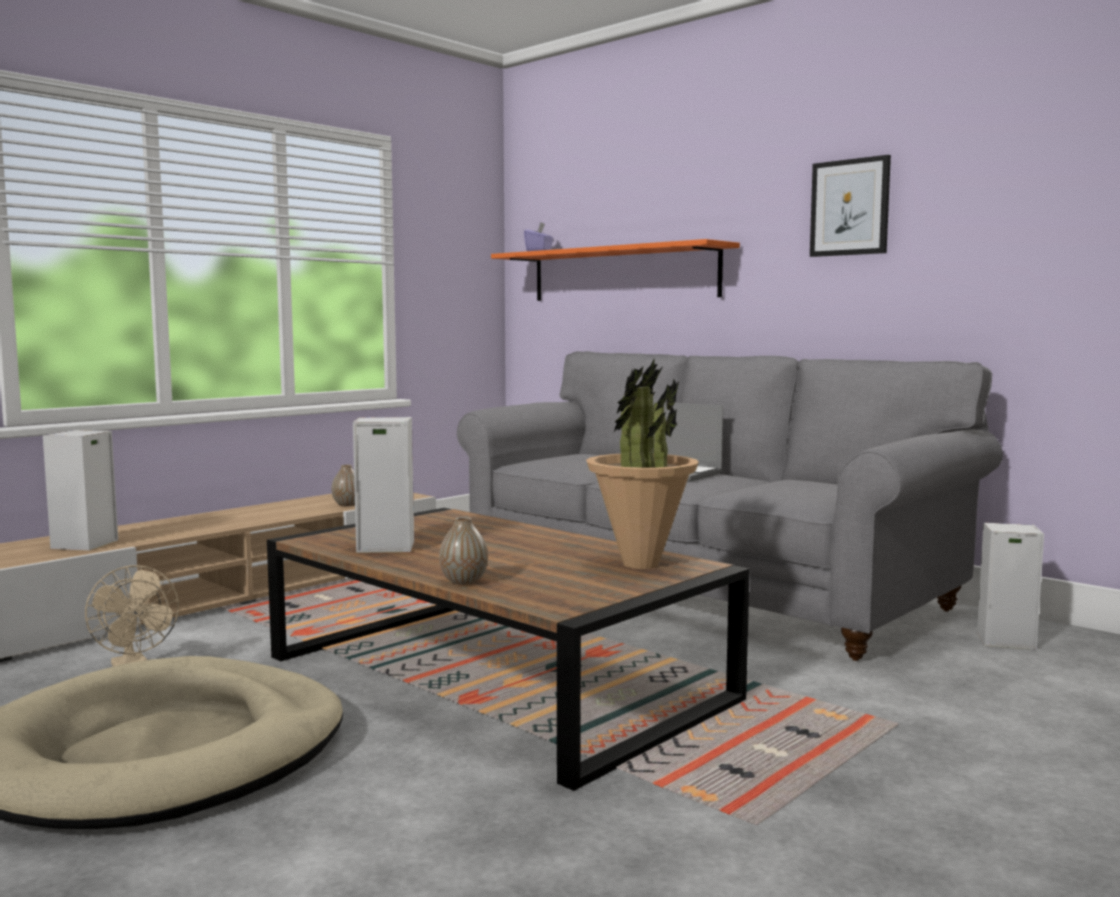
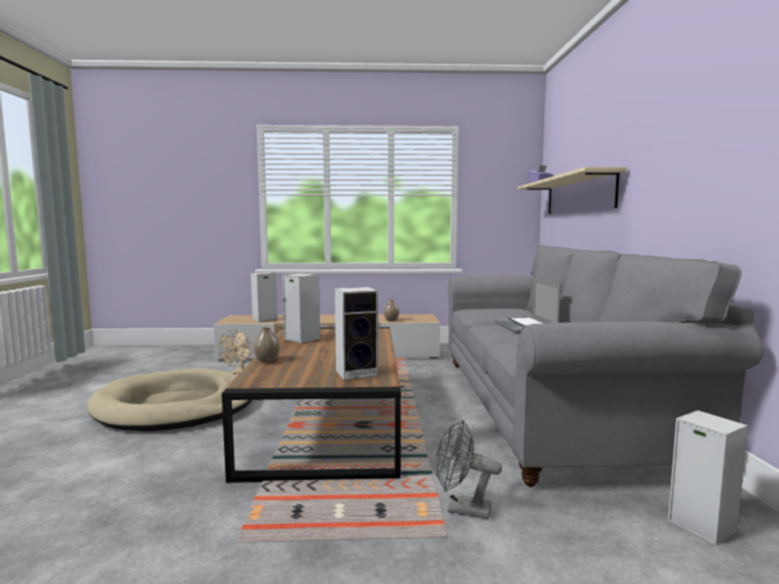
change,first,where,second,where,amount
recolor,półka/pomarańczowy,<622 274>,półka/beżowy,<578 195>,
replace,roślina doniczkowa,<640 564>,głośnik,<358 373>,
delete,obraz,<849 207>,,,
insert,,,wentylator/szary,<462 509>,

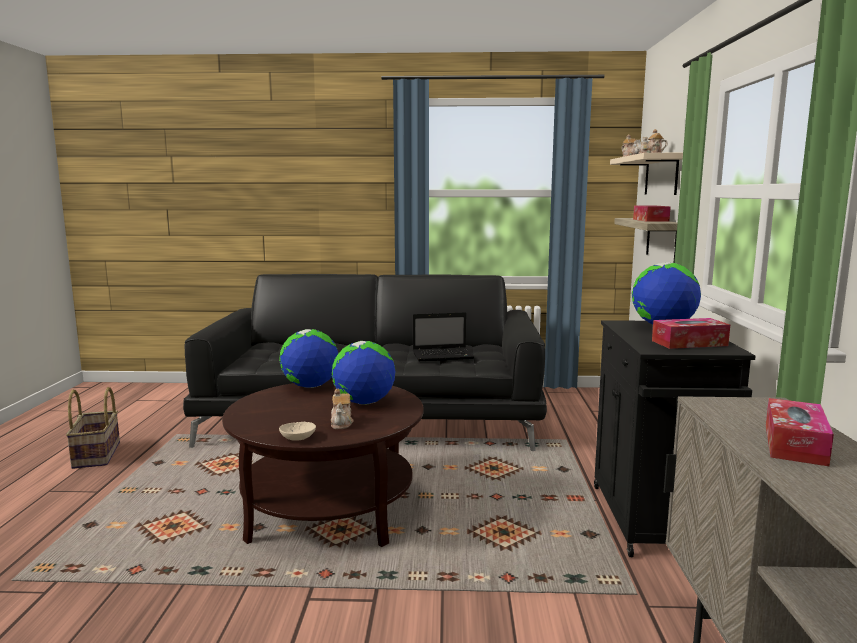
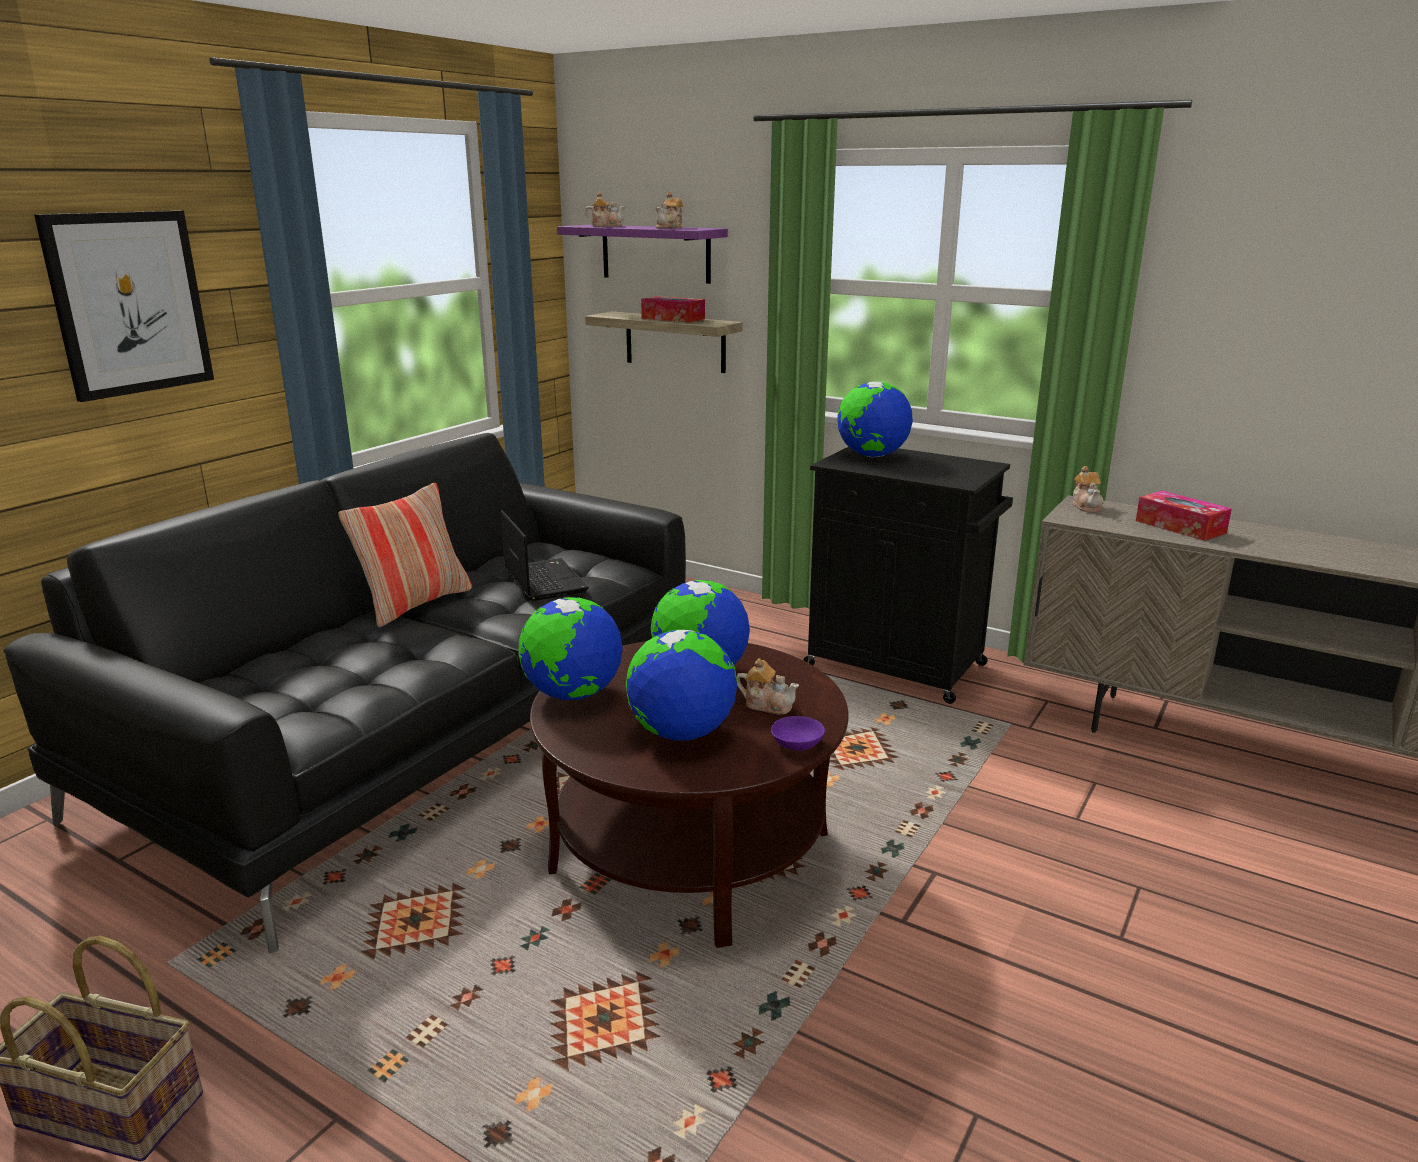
change,first,where,second,where,amount
recolor,miska/beżowy,<297 438>,miska/fioletowy,<798 745>,
rotate,laptop,<444 355>,,<543 580>,45 degrees counterclockwise
recolor,półka/beżowy,<661 175>,półka/fioletowy,<655 253>,
delete,pudełko chusteczek,<689 343>,,,
insert,,,obraz,<129 303>,
insert,,,poduszka,<415 604>,
insert,,,globus,<682 733>,
insert,,,imbryk,<1086 506>,

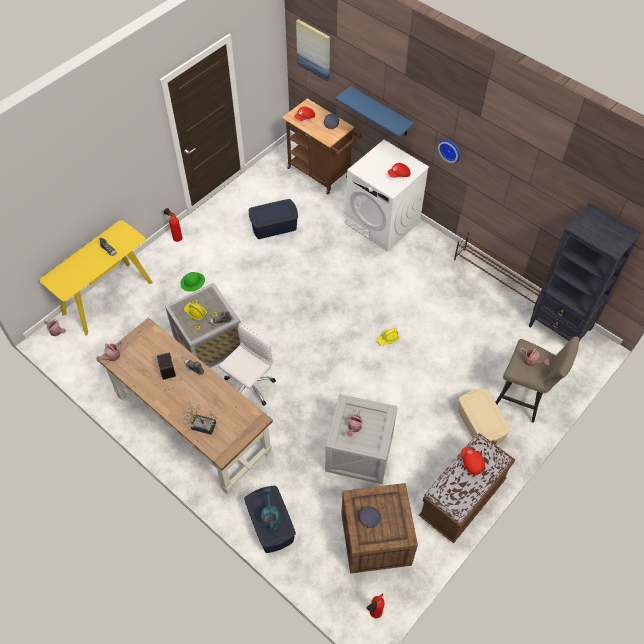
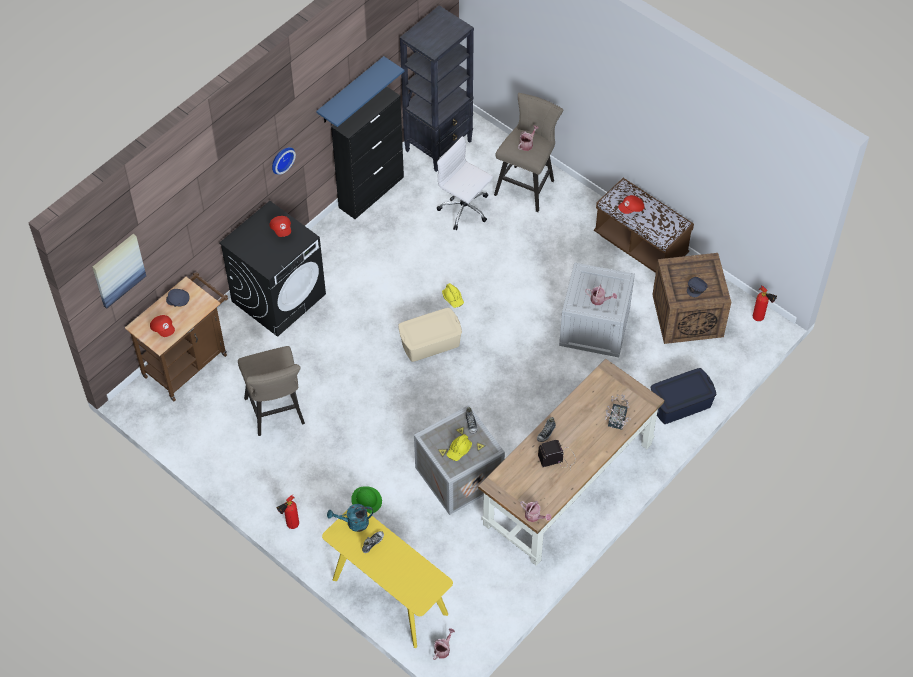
change,first,where,second,where,amount
move,krzesło biurowe/biały,<249 387>,,<465 209>,
replace,pojemnik do przechowywania/niebieski,<274 226>,stołek/beżowy,<277 414>,
move,konewka/turkusowy,<270 518>,,<353 523>,
move,półka/niebieski,<381 112>,,<351 91>,
recolor,pralka/biały,<383 223>,pralka/czarny,<279 297>,
replace,regał na buty/brązowy,<498 279>,szafka/czarny,<371 192>,
move,pojemnik do przechowywania/beżowy,<480 424>,,<430 342>,

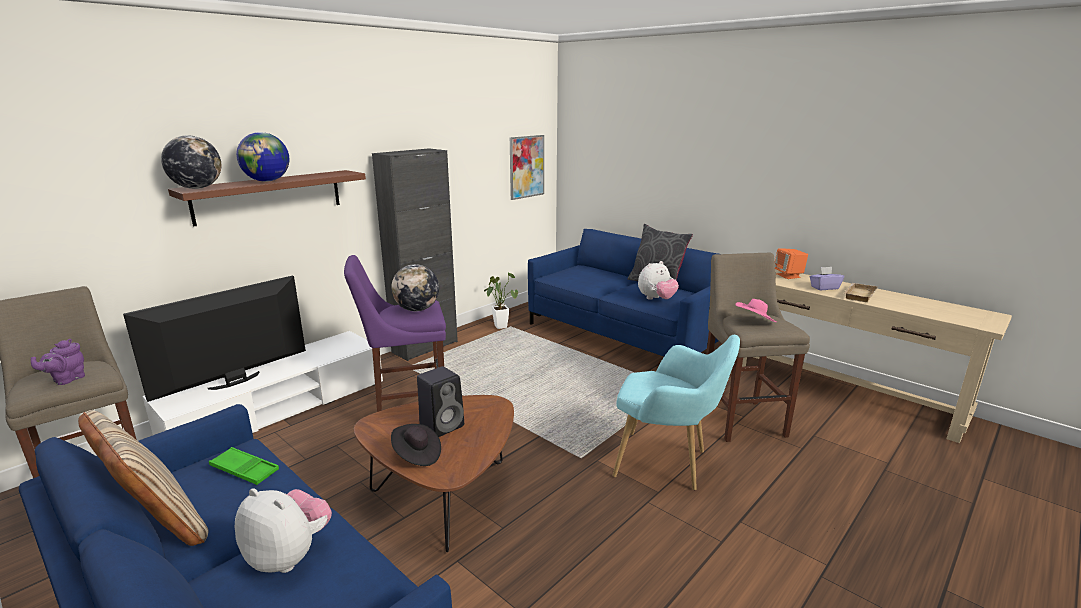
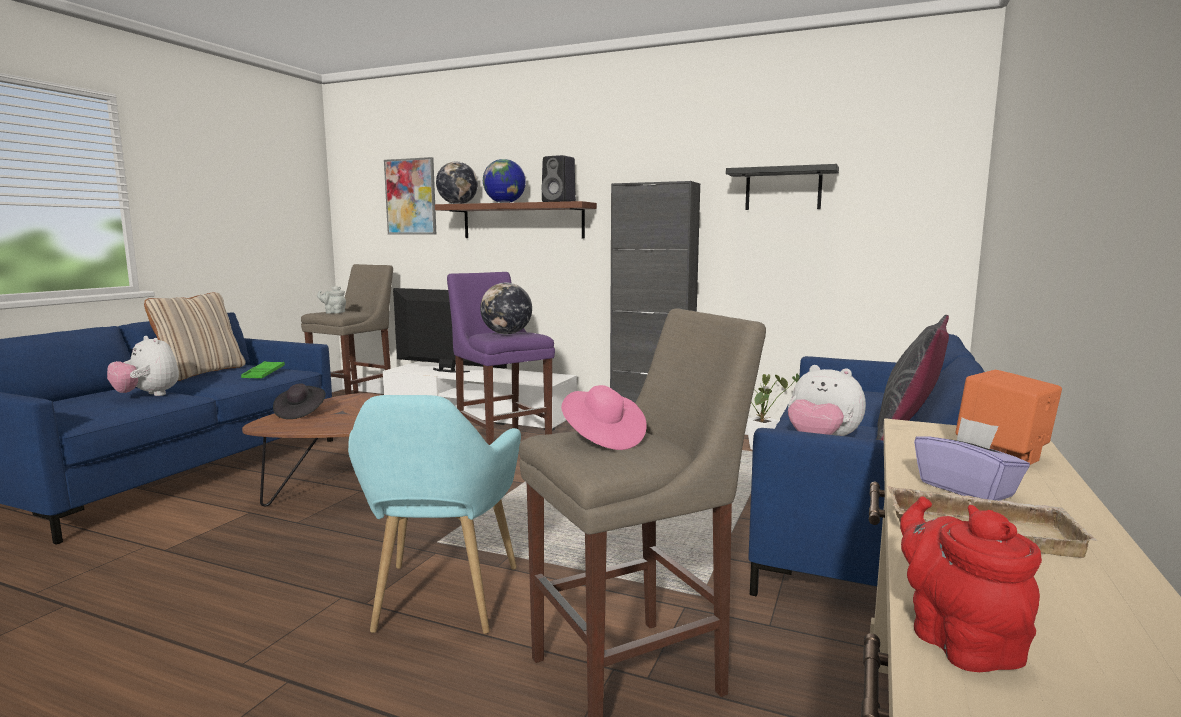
change,first,where,second,where,amount
recolor,imbryk/fioletowy,<67 380>,imbryk/szary,<333 312>,
rotate,pluszak,<289 556>,,<148 395>,120 degrees clockwise
move,głośnik/czarny,<443 425>,,<560 202>,
move,obraz,<526 167>,,<411 197>,
insert,,,półka/czarny,<783 189>,
insert,,,imbryk/czerwony,<958 641>,

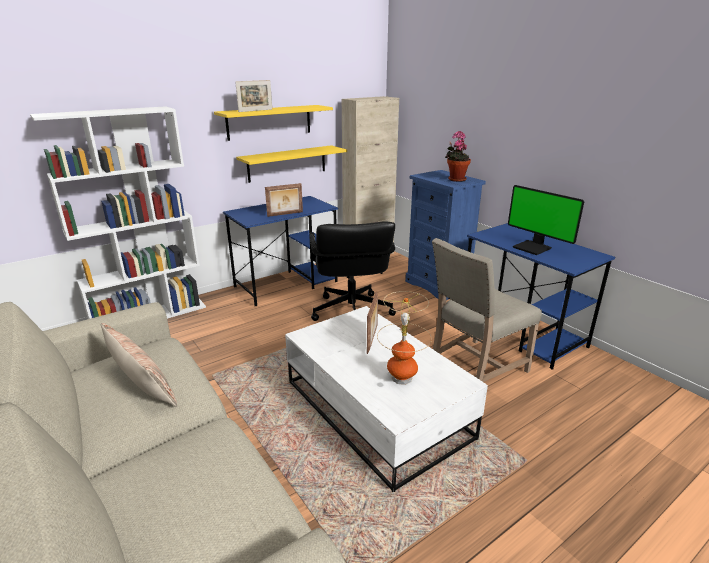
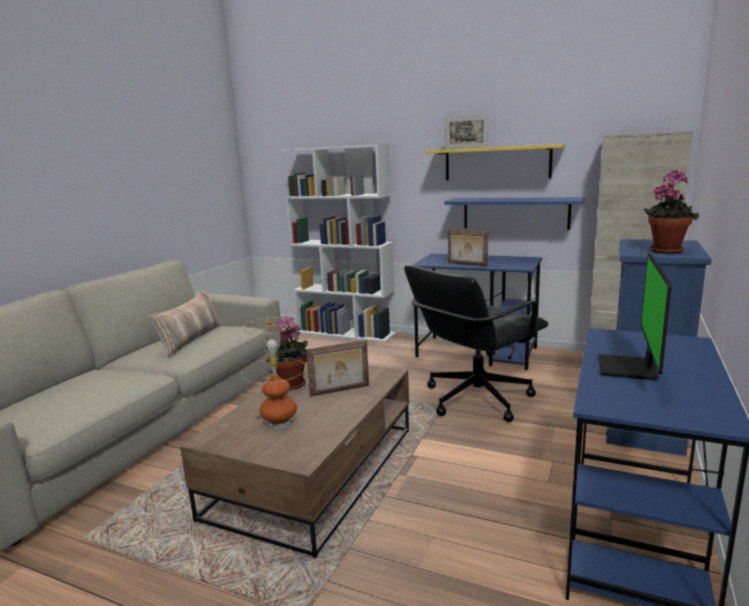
change,first,where,second,where,amount
recolor,półka/żółty,<287 163>,półka/niebieski,<515 213>,
recolor,ława/biały,<375 409>,ława/brązowy,<315 471>,
delete,krzesło/beżowy,<474 369>,,,
insert,,,roślina doniczkowa,<292 386>,

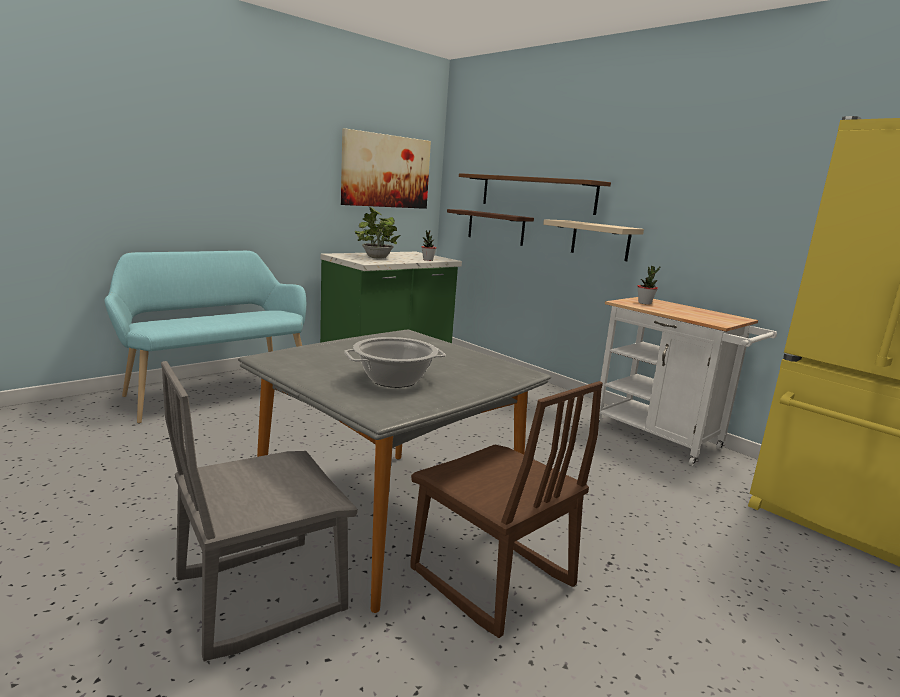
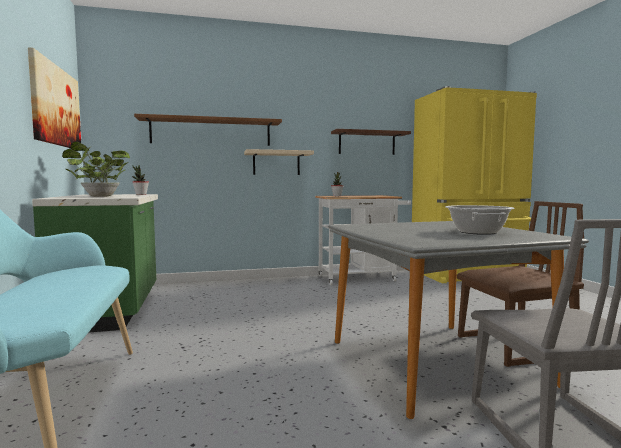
change,first,where,second,where,amount
move,półka/brązowy,<495 227>,,<367 143>,

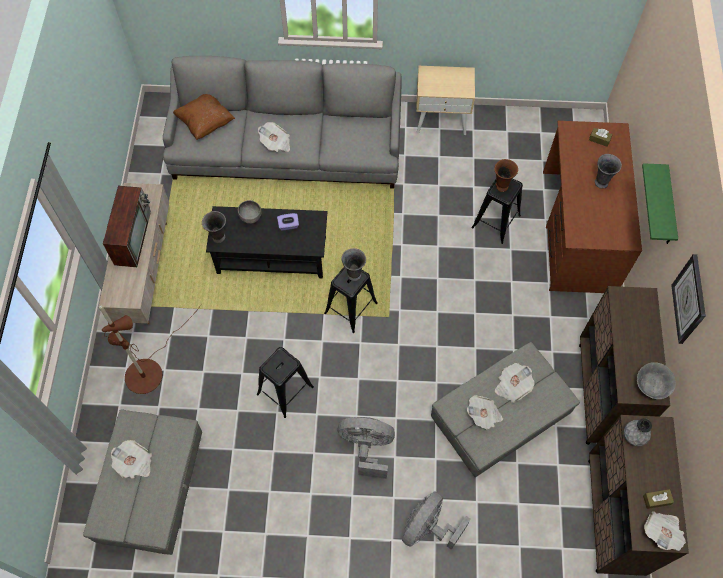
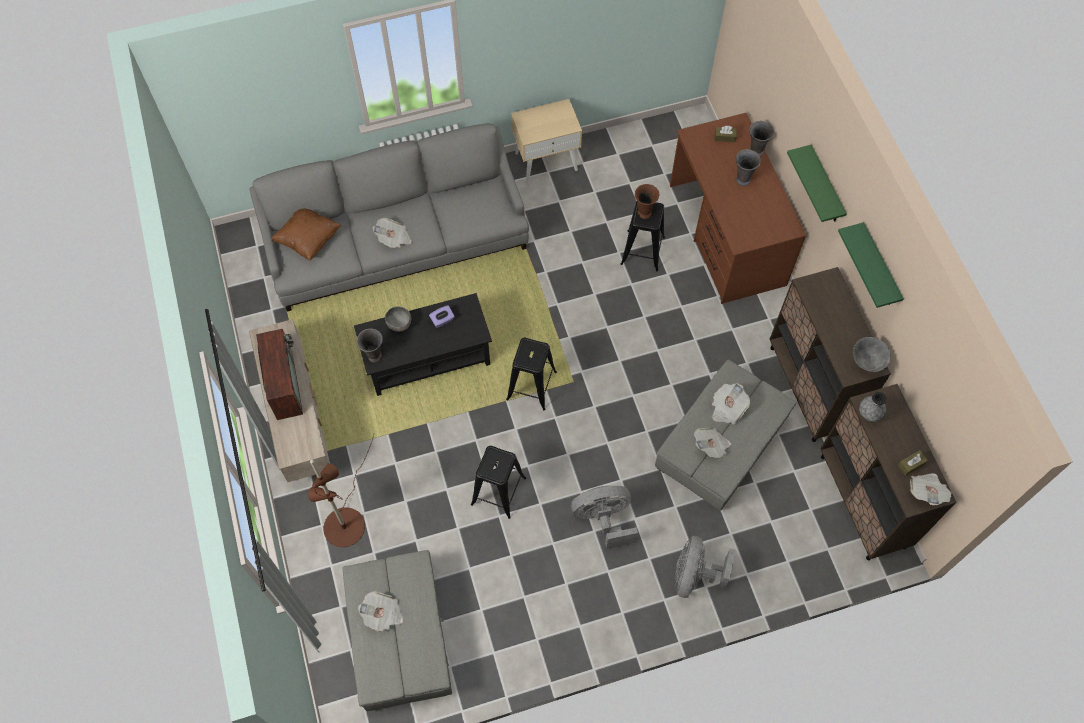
change,first,where,second,where,amount
move,wazon/szary,<353 274>,,<755 151>,
replace,zegar ścienny,<689 299>,półka/zielony,<879 268>,

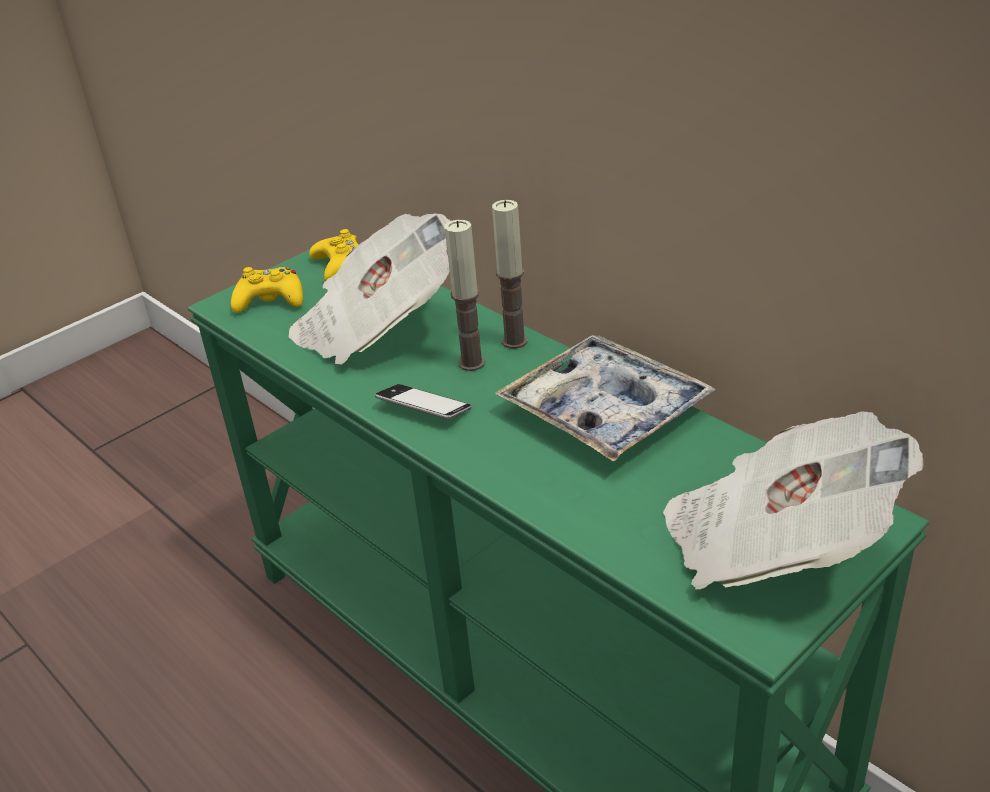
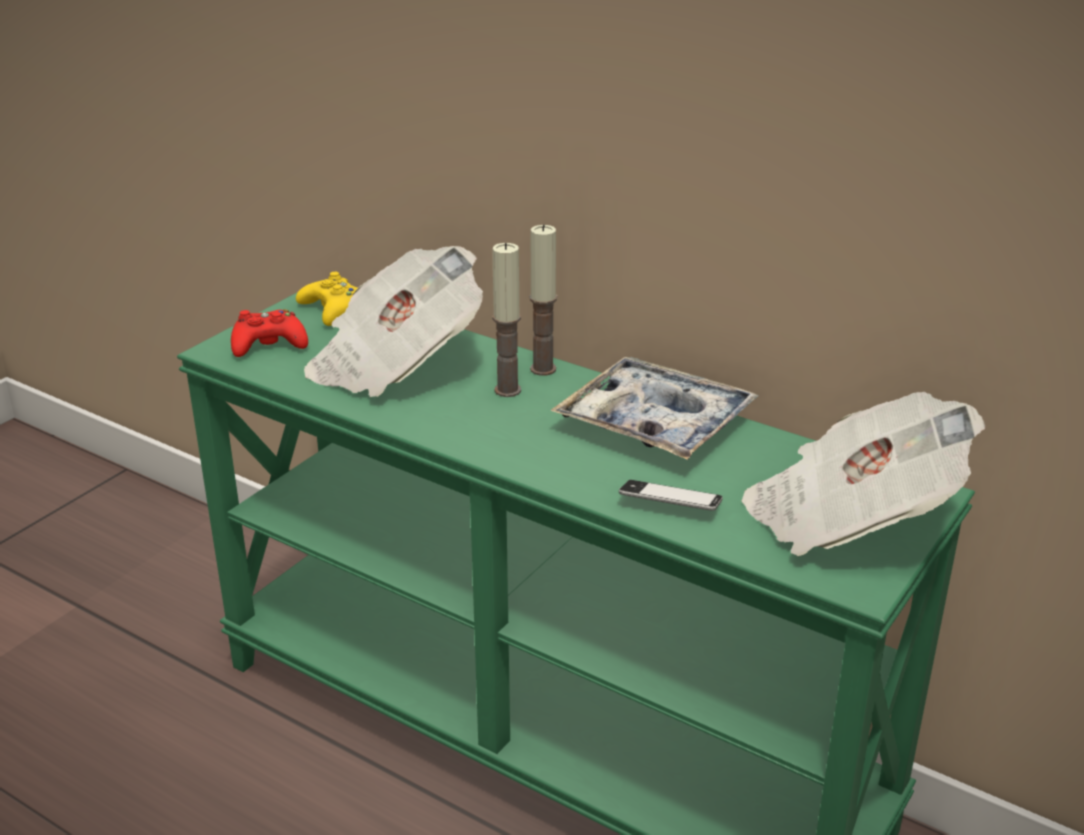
change,first,where,second,where,amount
recolor,pad do gier/żółty,<270 300>,pad do gier/czerwony,<269 344>,
move,telefon,<424 408>,,<670 503>,

